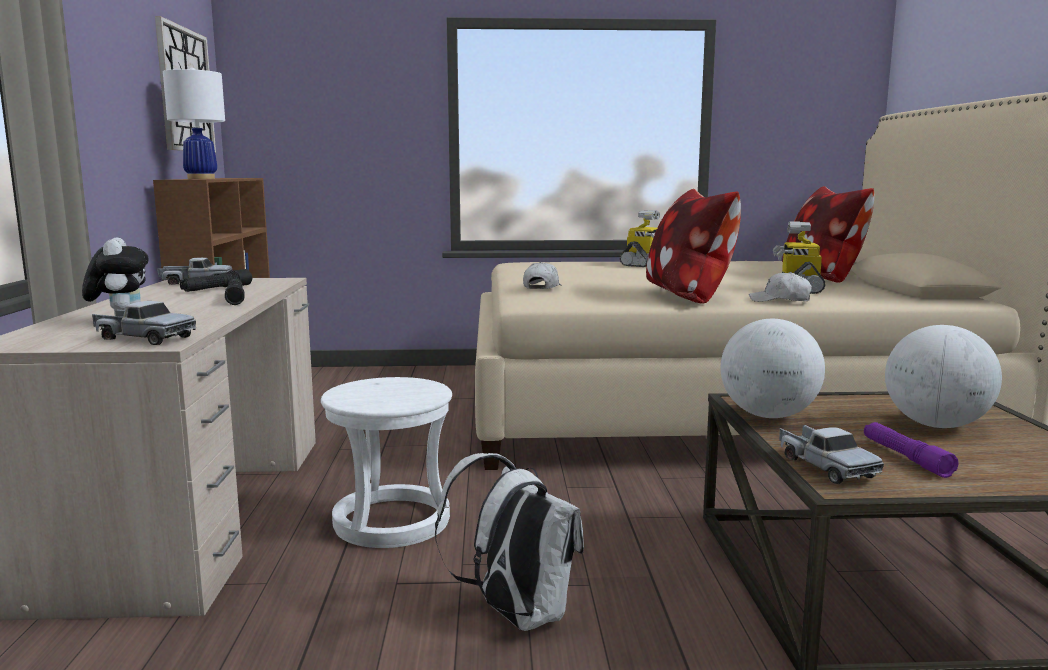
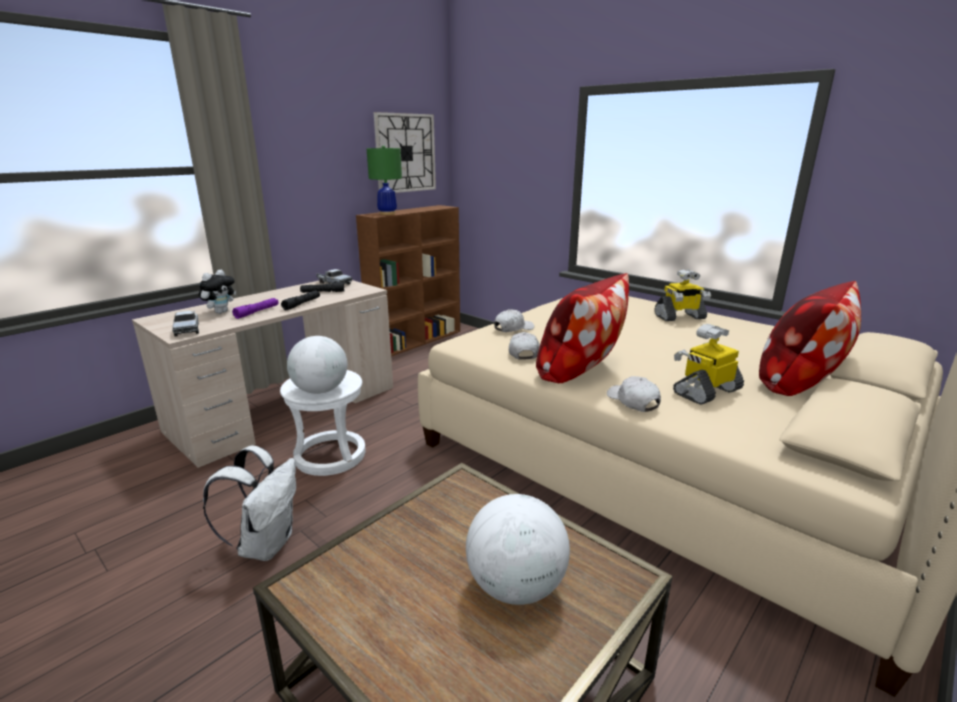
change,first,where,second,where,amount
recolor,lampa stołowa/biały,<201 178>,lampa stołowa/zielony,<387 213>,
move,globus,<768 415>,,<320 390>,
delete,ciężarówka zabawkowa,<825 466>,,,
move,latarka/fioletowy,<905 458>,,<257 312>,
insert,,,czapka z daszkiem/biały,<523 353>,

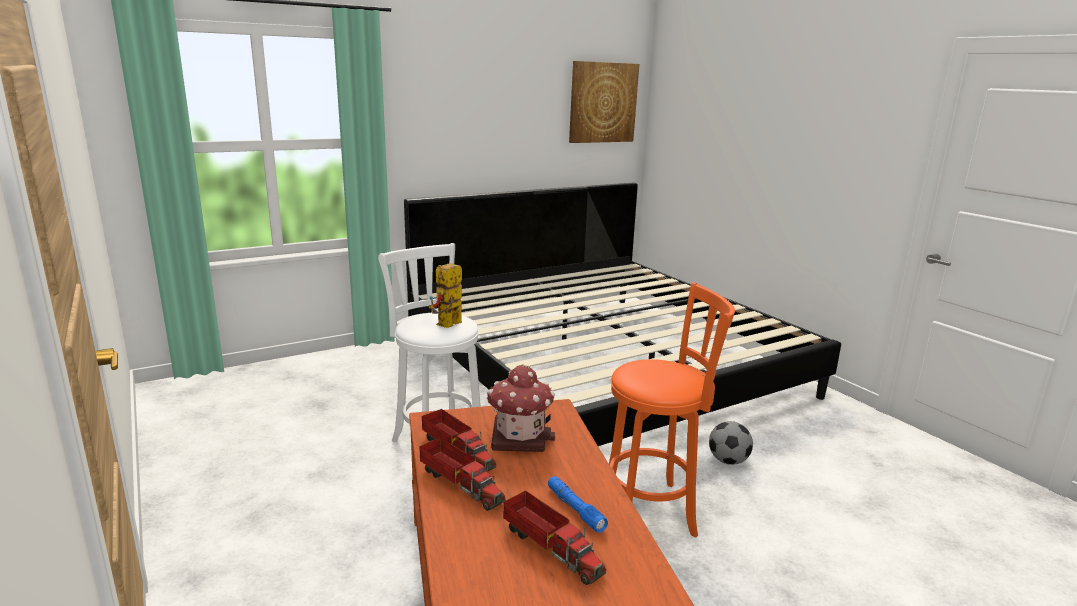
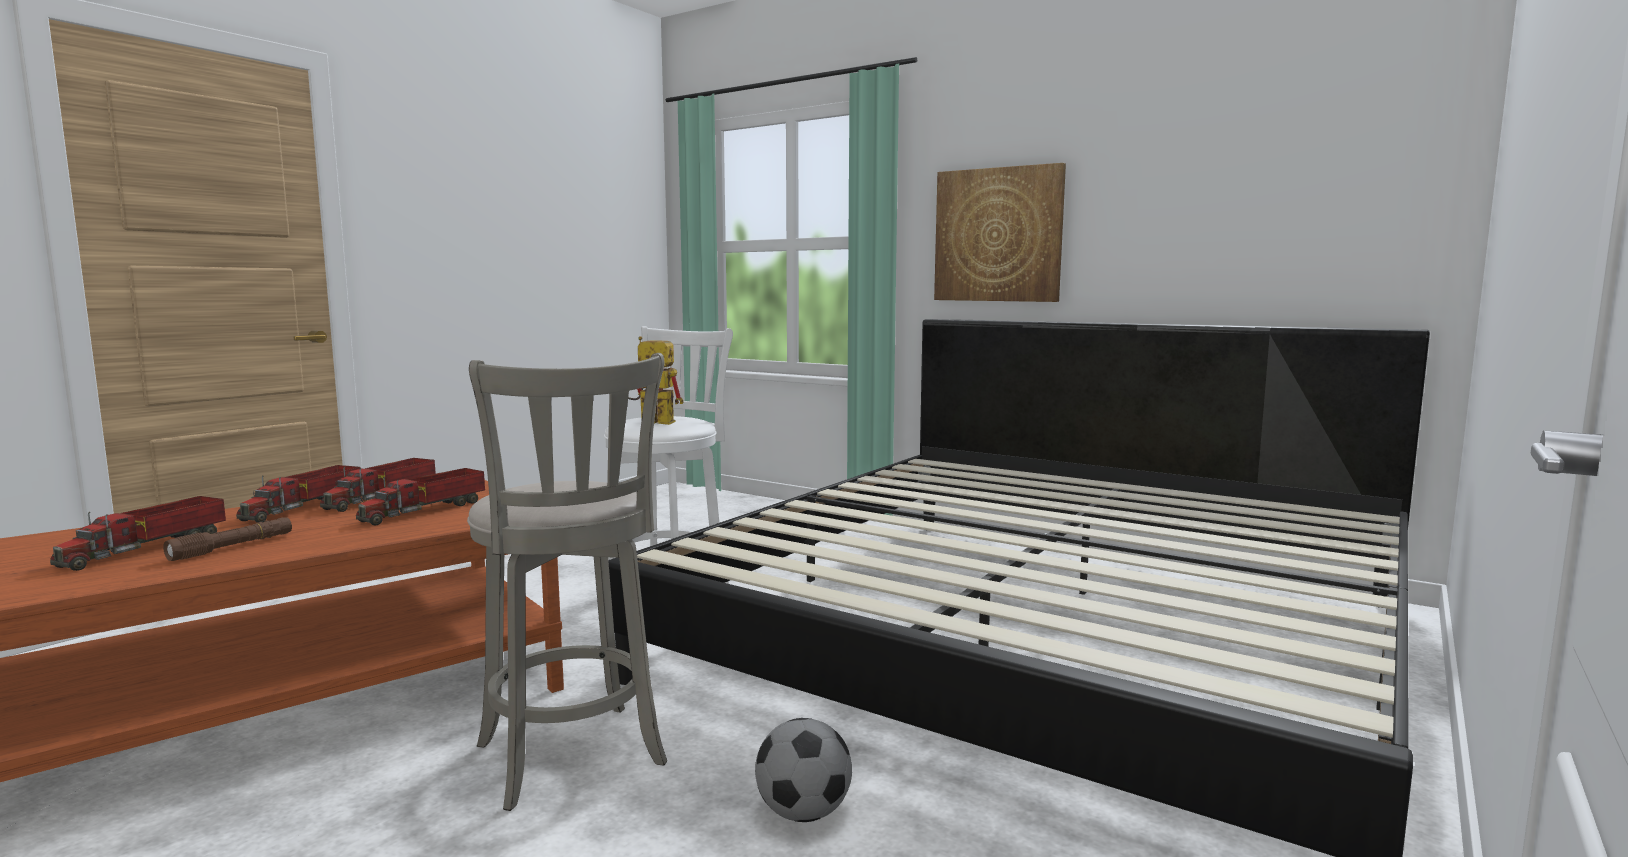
change,first,where,second,where,amount
replace,domek,<519 436>,ciężarówka zabawkowa,<427 510>,
recolor,latarka/niebieski,<575 509>,latarka/brązowy,<232 547>,
move,obraz,<603 102>,,<998 235>,
recolor,stołek/pomarańczowy,<653 510>,stołek/szary,<573 759>,

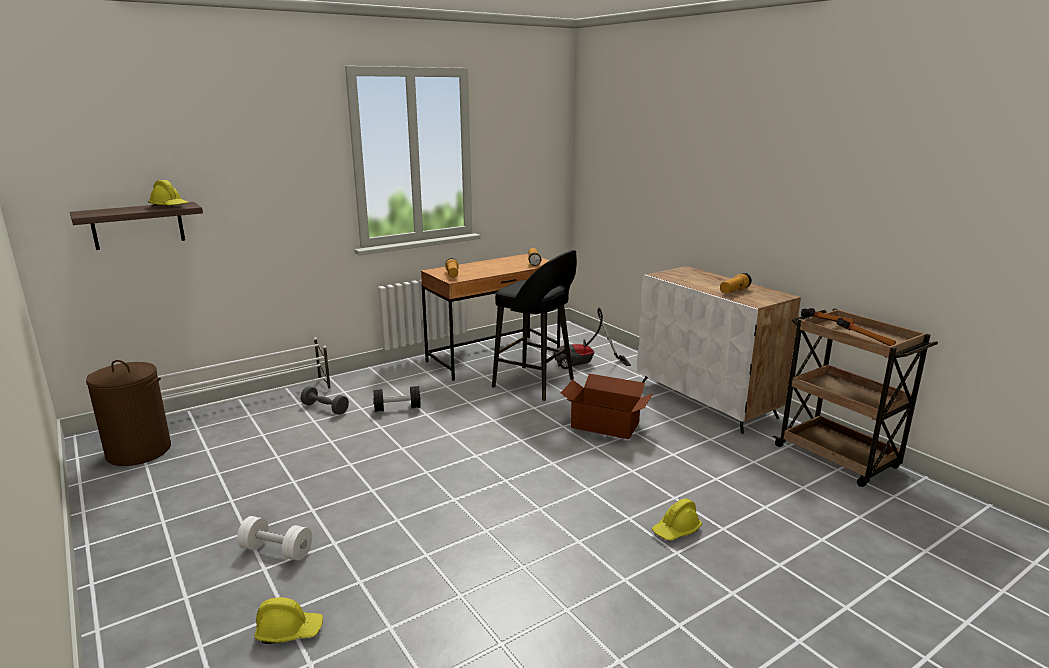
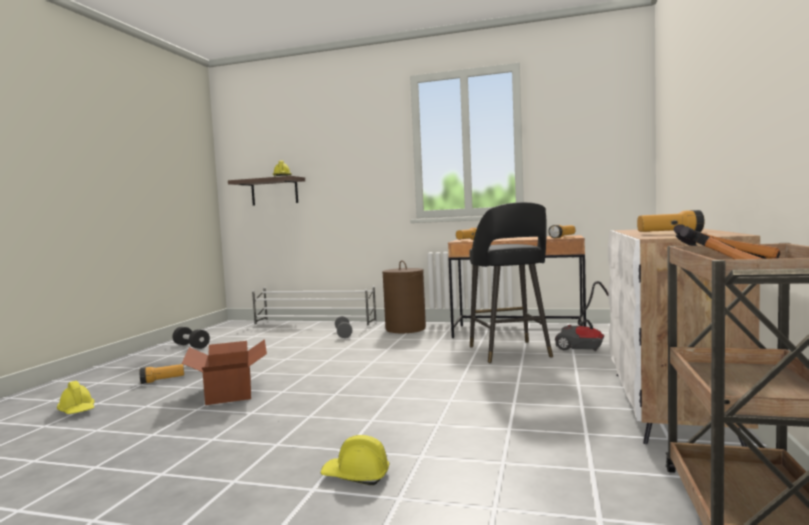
change,first,where,second,where,amount
move,kosz na pranie/brązowy,<139 451>,,<405 329>,
replace,hantel/biały,<276 550>,latarka,<162 380>,
move,hantel/czarny,<397 408>,,<191 346>,
move,karton,<604 424>,,<230 391>,

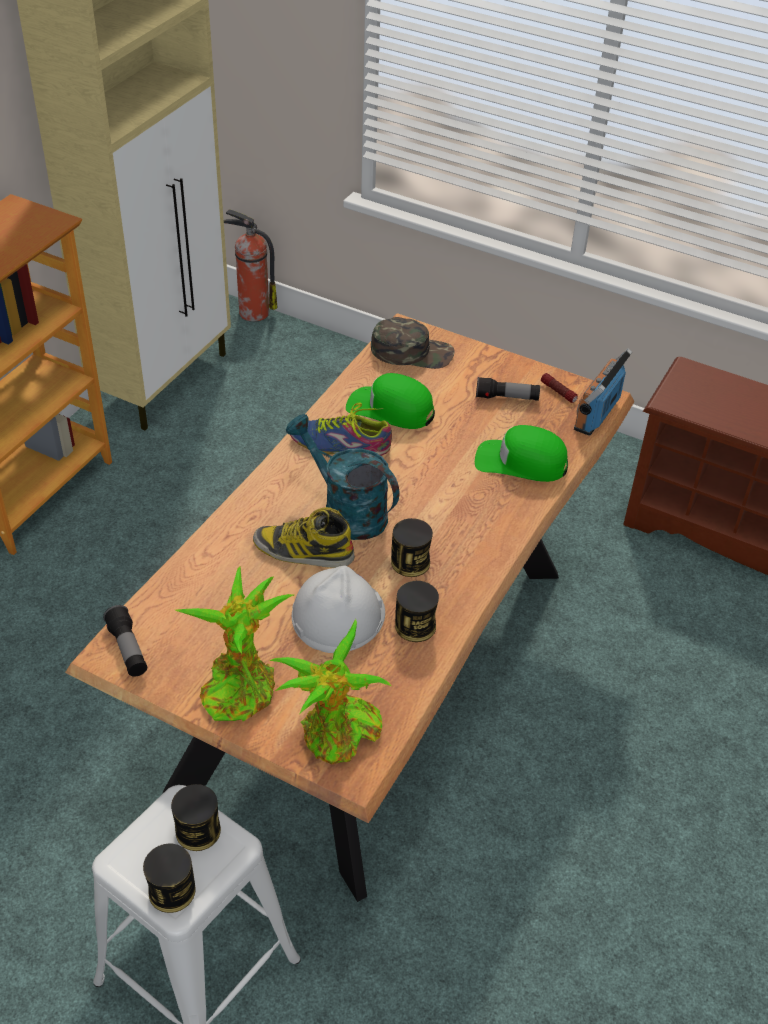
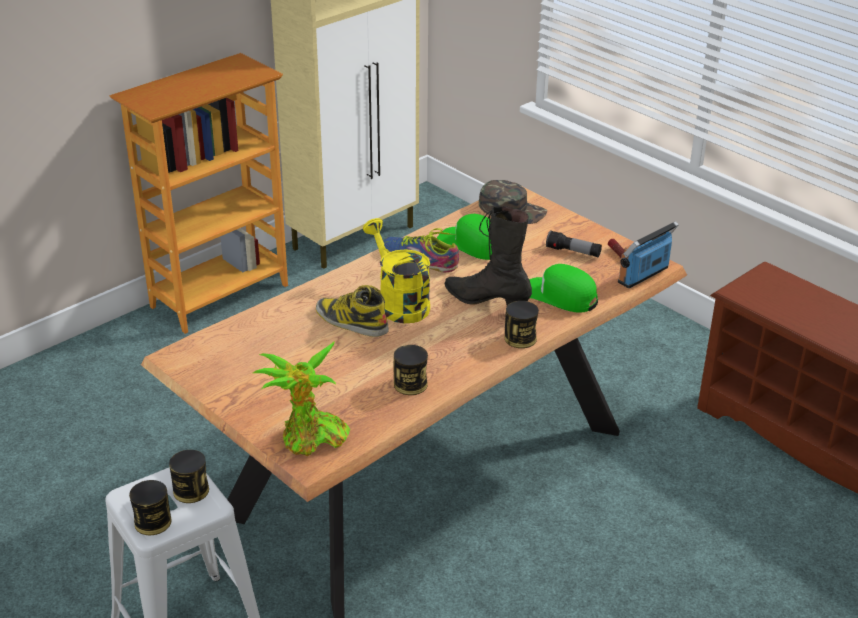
change,first,where,second,where,amount
delete,latarka,<127 649>,,,
delete,roślina doniczkowa,<239 686>,,,
delete,gaśnica,<252 312>,,,
recolor,konewka/turkusowy,<346 511>,konewka/żółty,<399 303>,
delete,kask/biały,<337 615>,,,
move,puszka,<410 562>,,<520 338>,
insert,,,but z cholewką/czarny,<487 302>,

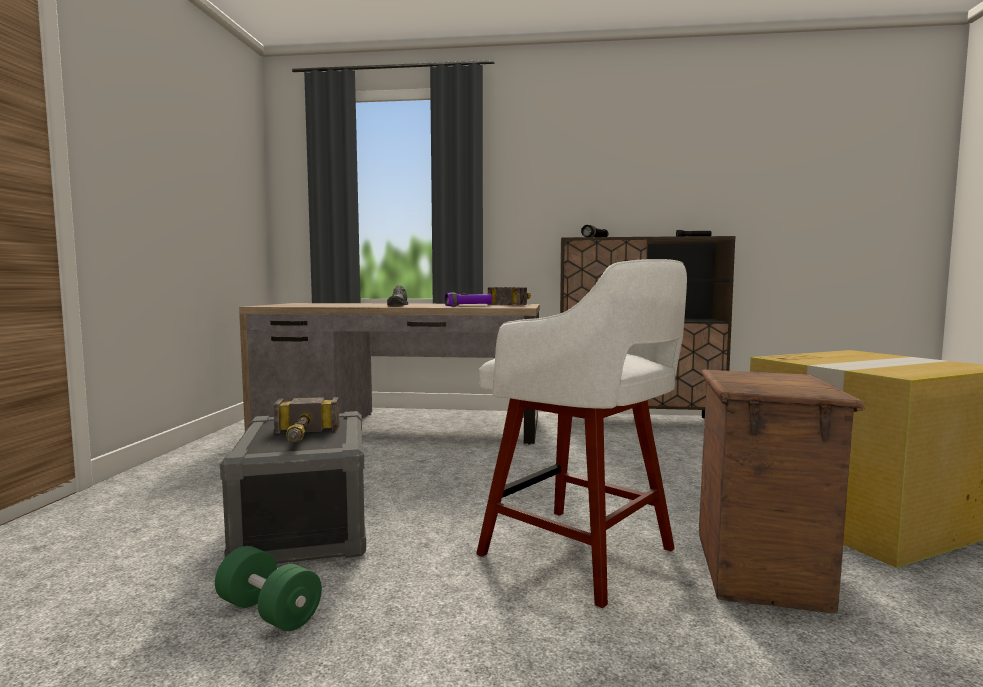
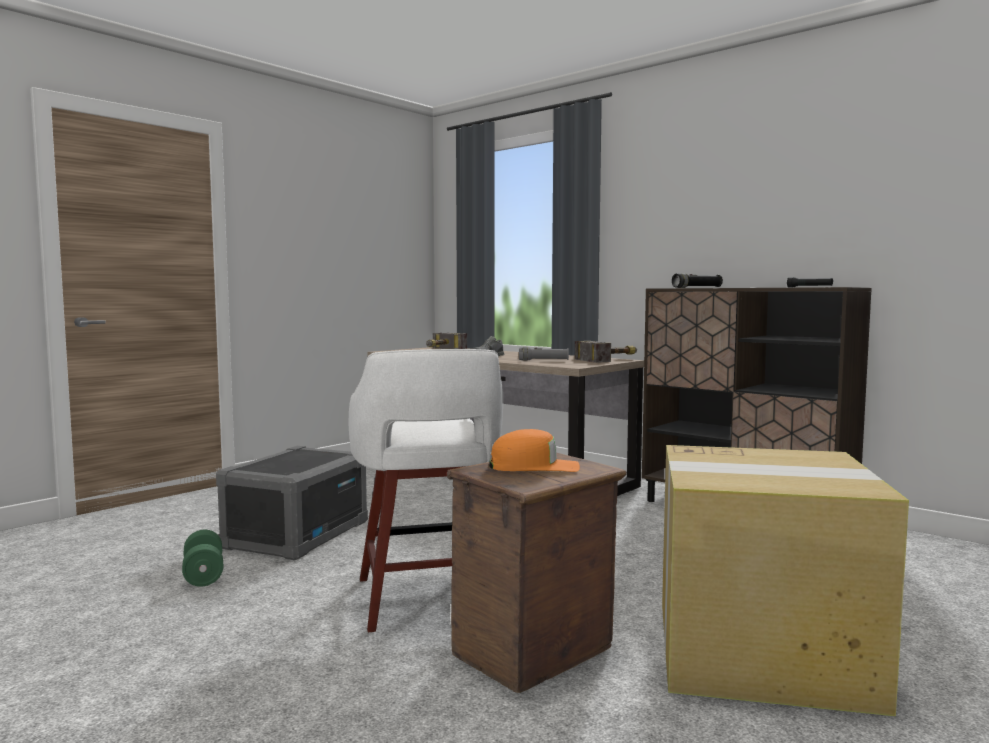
change,first,where,second,where,amount
move,młotek,<302 438>,,<440 349>,
recolor,latarka/fioletowy,<468 306>,latarka/szary,<543 360>,
insert,,,czapka z daszkiem/pomarańczowy,<534 467>,

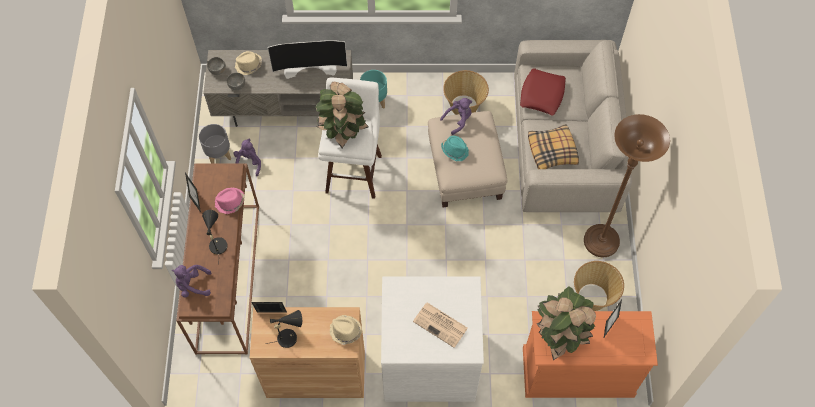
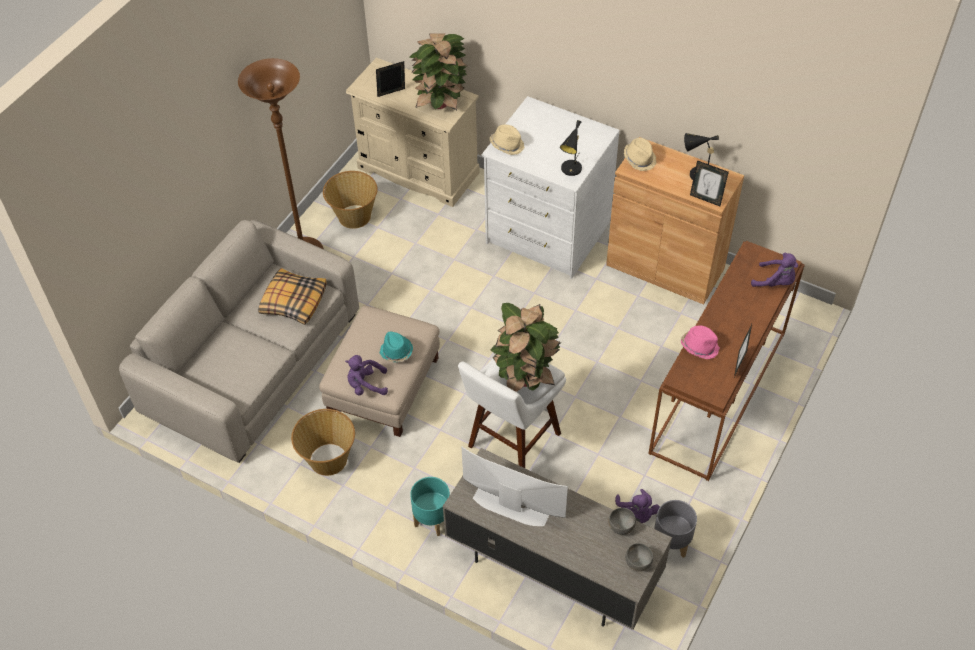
change,first,where,second,where,amount
move,lampa stołowa/czarny,<217 243>,,<571 171>,
rotate,pluszak/fioletowy,<249 163>,,<636 513>,45 degrees counterclockwise
move,kapelusz/beżowy,<248 65>,,<507 145>,
delete,gazeta,<441 325>,,,
delete,poduszka/czerwony,<542 95>,,,
recolor,komoda/pomarańczowy,<577 372>,komoda/beżowy,<418 171>,

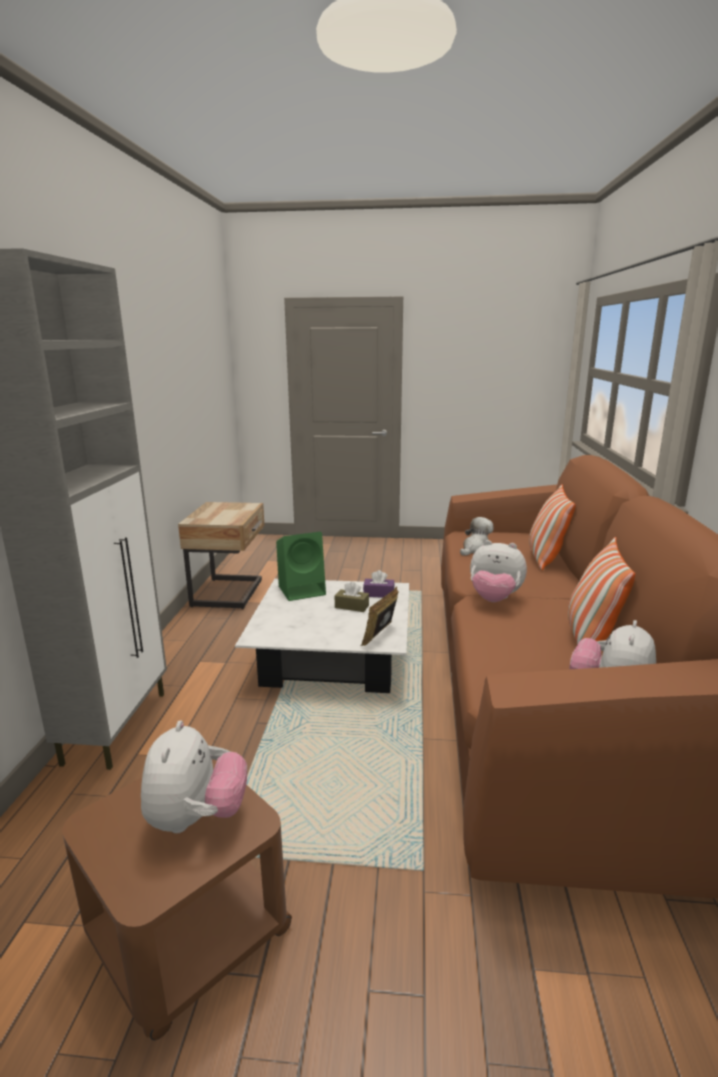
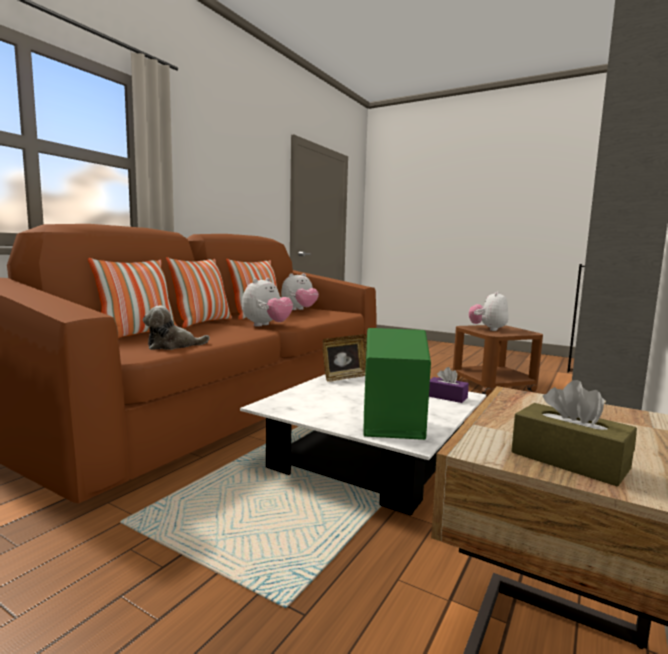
change,first,where,second,where,amount
move,pudełko chusteczek/brązowy,<352 606>,,<569 460>,
move,pudełko chusteczek/fioletowy,<378 594>,,<446 397>,
rotate,pluszak,<494 599>,,<266 326>,75 degrees clockwise
insert,,,poduszka,<202 322>,

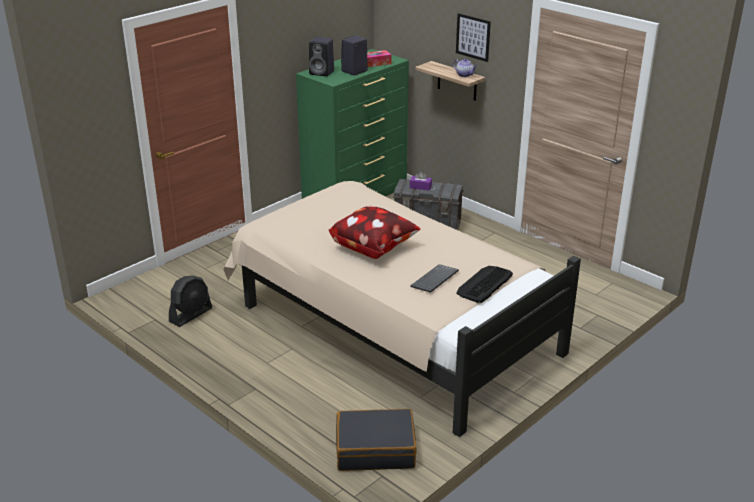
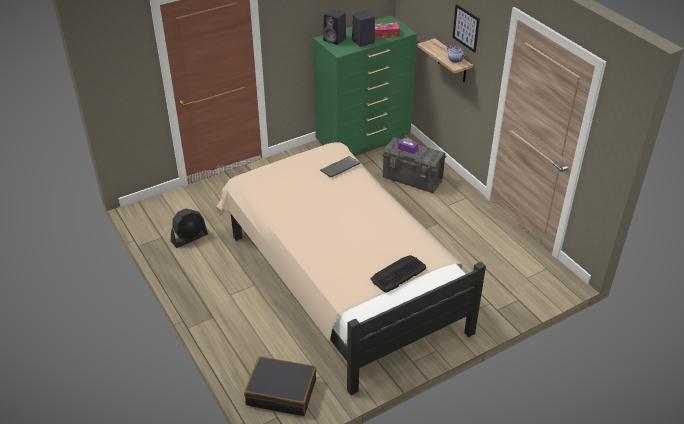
change,first,where,second,where,amount
delete,poduszka,<373 247>,,,
move,klawiatura,<435 280>,,<340 168>,

